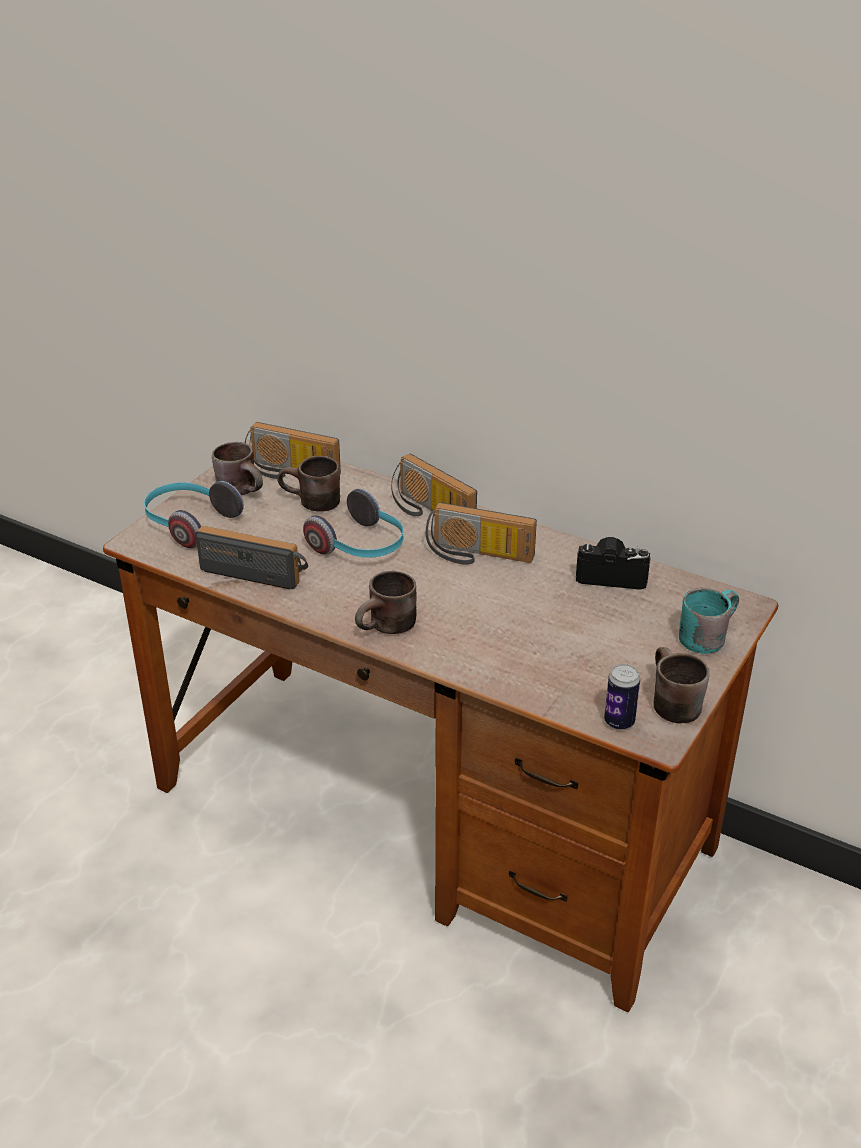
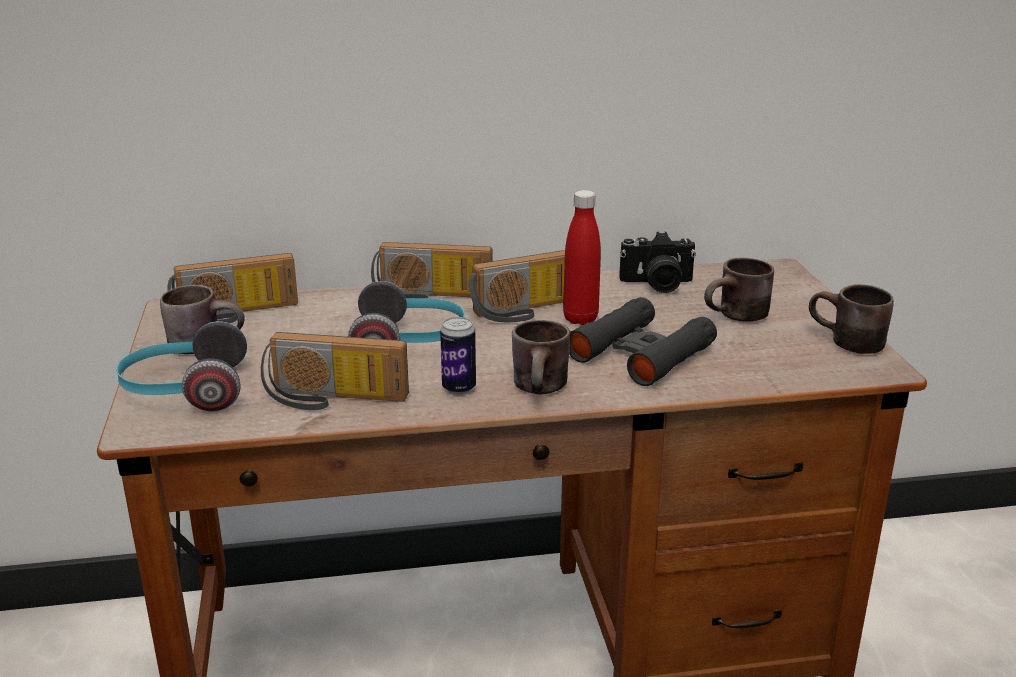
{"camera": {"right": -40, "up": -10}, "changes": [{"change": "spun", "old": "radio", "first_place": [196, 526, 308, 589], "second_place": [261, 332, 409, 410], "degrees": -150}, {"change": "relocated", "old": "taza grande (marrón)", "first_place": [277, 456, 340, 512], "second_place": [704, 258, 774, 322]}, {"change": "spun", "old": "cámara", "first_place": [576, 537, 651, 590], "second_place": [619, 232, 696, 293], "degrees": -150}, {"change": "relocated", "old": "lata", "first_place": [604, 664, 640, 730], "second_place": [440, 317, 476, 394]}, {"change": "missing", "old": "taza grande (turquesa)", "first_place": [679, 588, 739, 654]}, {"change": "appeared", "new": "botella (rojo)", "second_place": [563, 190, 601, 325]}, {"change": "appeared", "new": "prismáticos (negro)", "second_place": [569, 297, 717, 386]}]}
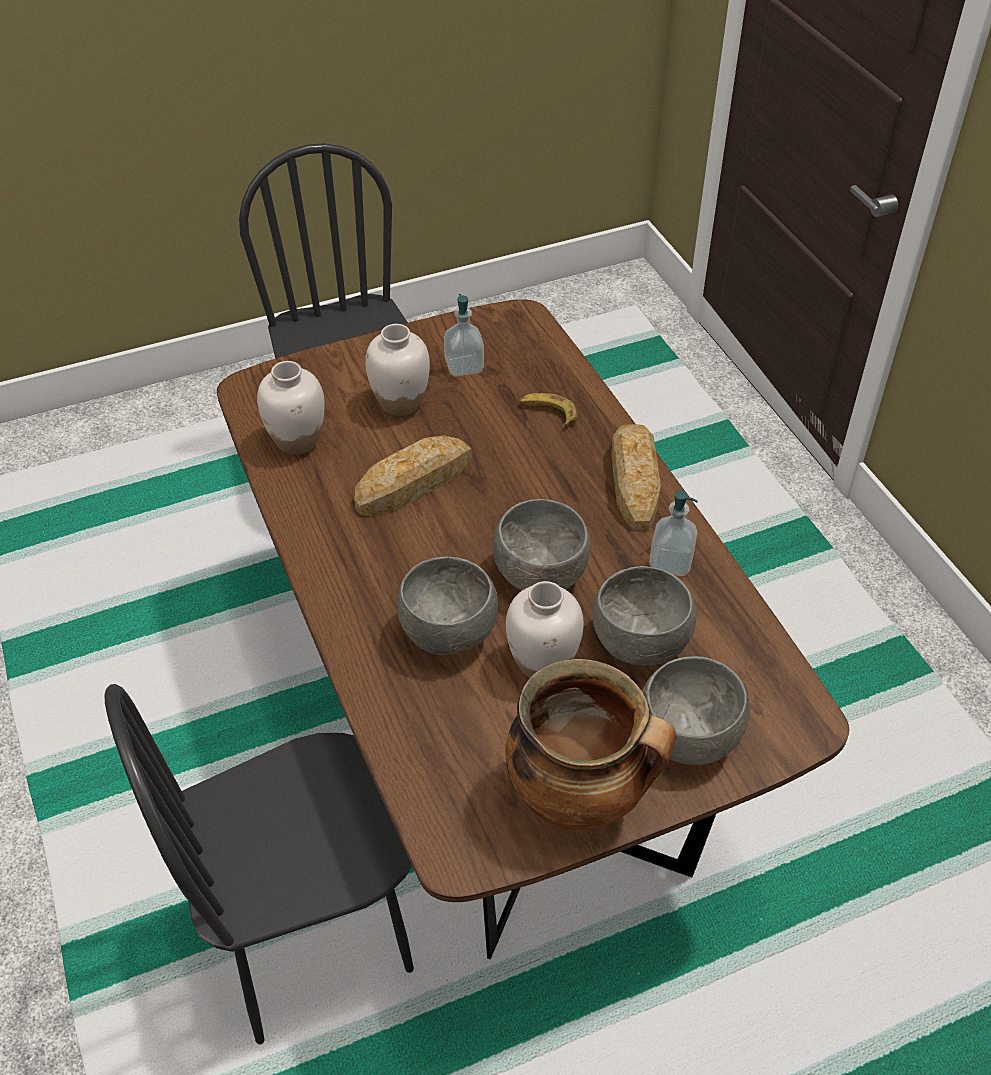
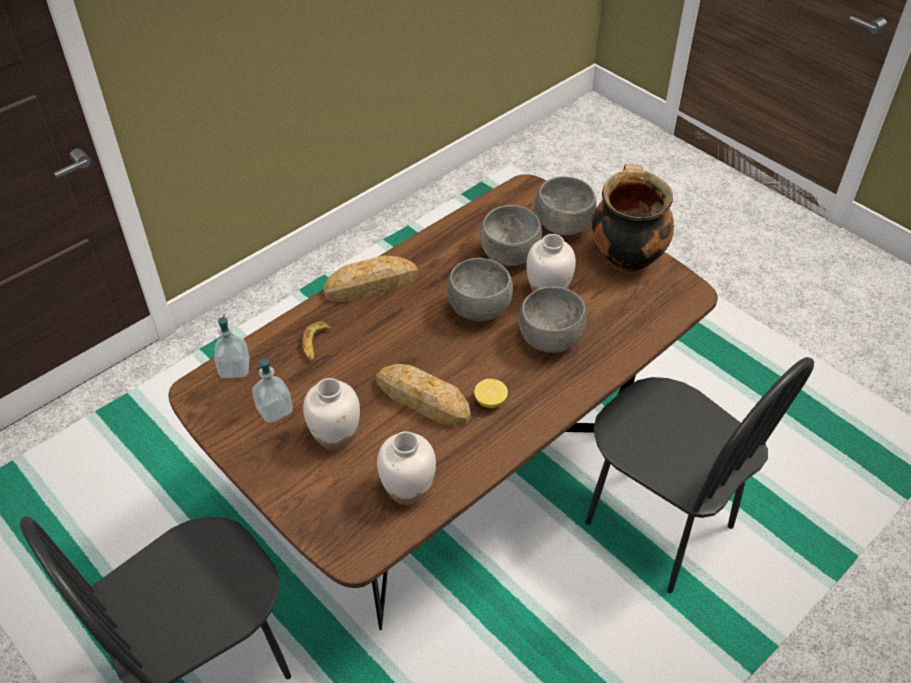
{"camera": {"right": -110, "up": 0}, "changes": [{"change": "relocated", "old": "dispensador de jabón", "first_place": [649, 490, 698, 576], "second_place": [214, 314, 250, 378]}, {"change": "appeared", "new": "limón", "second_place": [474, 379, 508, 408]}]}
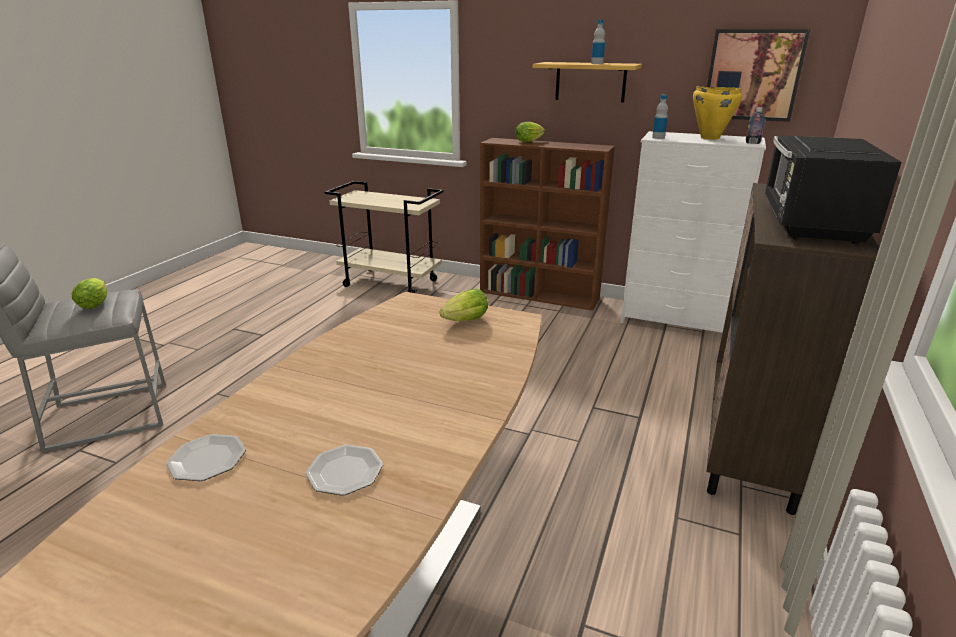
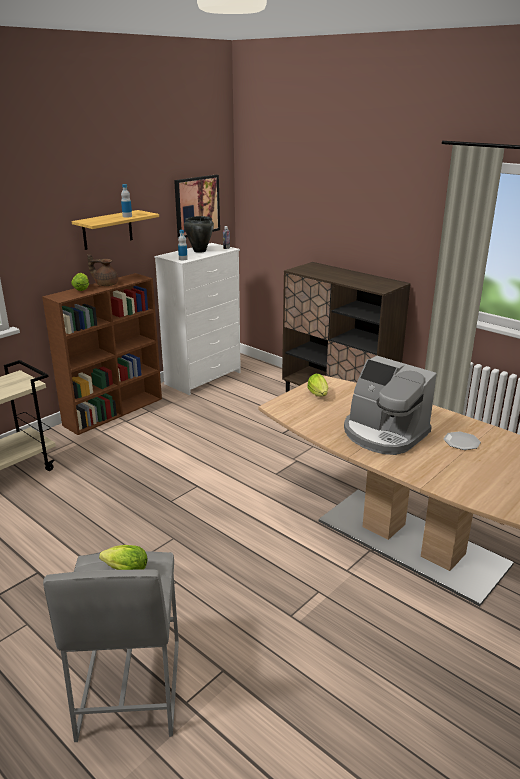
{"camera": {"right": -70, "up": 0}, "changes": [{"change": "missing", "old": "plato", "first_place": [166, 434, 246, 481]}, {"change": "colour", "old": "olla (amarillo)", "new": "olla (negro)", "first_place": [693, 86, 742, 140], "second_place": [184, 216, 214, 253]}, {"change": "missing", "old": "microondas (negro)", "first_place": [764, 135, 902, 244]}, {"change": "appeared", "new": "tetera (marrón)", "second_place": [87, 254, 118, 286]}, {"change": "appeared", "new": "cafetera", "second_place": [344, 356, 437, 455]}]}
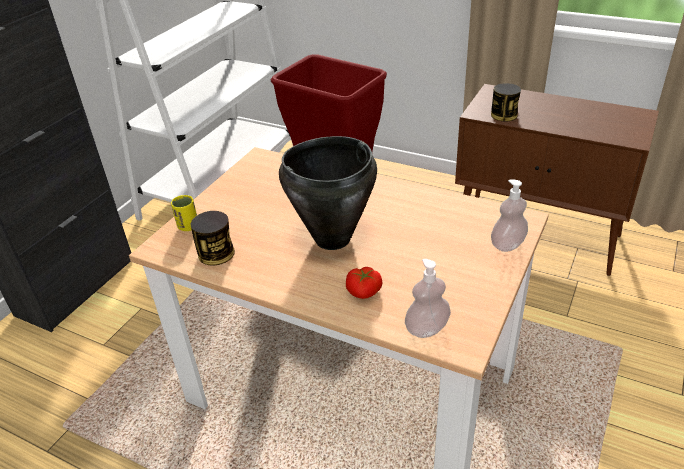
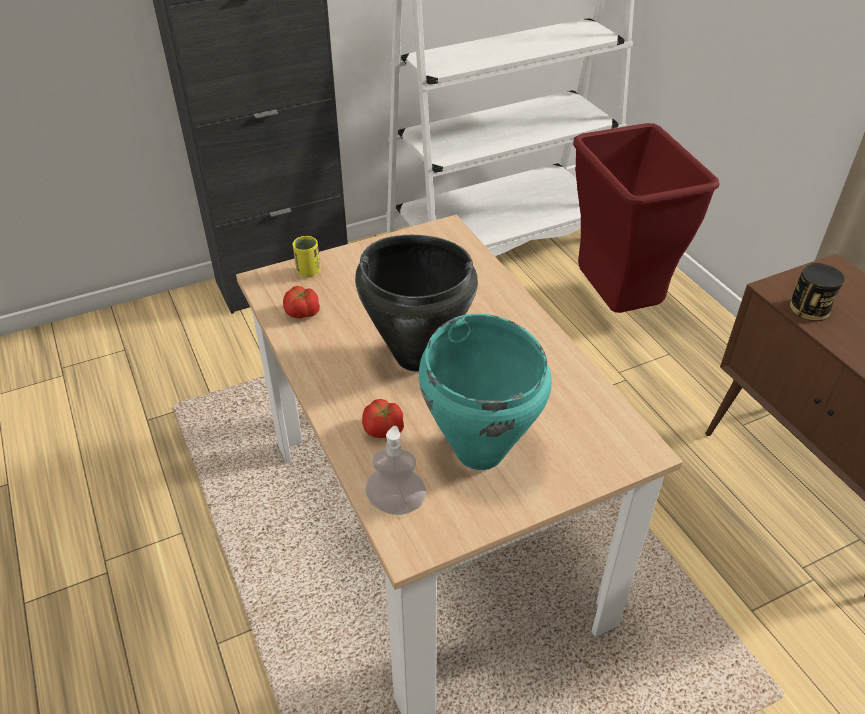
{"camera": {"right": 35, "up": 5}, "changes": [{"change": "exchanged", "old": "lata", "new": "tomate", "first_place": [191, 211, 235, 266], "second_place": [283, 286, 320, 318]}, {"change": "missing", "old": "dispensador de jabón", "first_place": [491, 179, 528, 252]}, {"change": "appeared", "new": "olla (turquesa)", "second_place": [419, 314, 552, 470]}]}
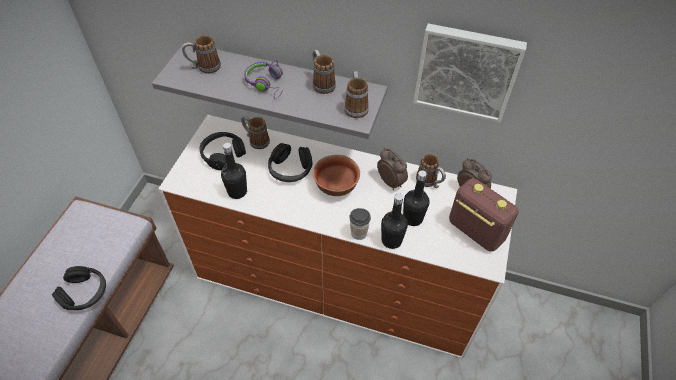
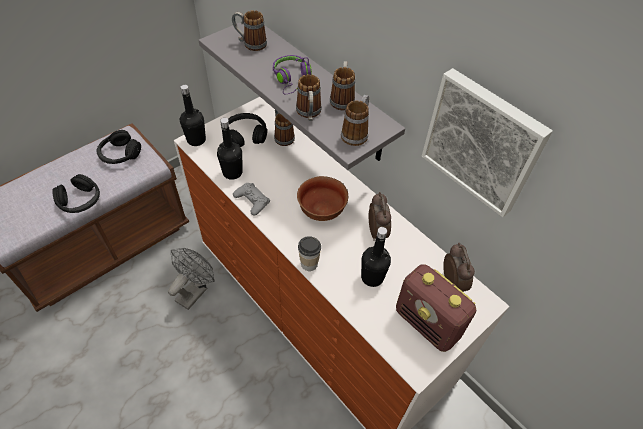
{"camera": {"right": 30, "up": 0}, "changes": [{"change": "relocated", "old": "auriculares (negro)", "first_place": [268, 143, 313, 182], "second_place": [96, 130, 141, 164]}, {"change": "relocated", "old": "botella (negro)", "first_place": [381, 193, 408, 249], "second_place": [180, 85, 206, 146]}, {"change": "relocated", "old": "taza grande", "first_place": [416, 154, 446, 188], "second_place": [296, 74, 322, 121]}, {"change": "spun", "old": "radio", "first_place": [449, 178, 519, 251], "second_place": [396, 264, 476, 352], "degrees": 150}, {"change": "appeared", "new": "ventilador (gris)", "second_place": [168, 248, 214, 310]}, {"change": "appeared", "new": "mando de consola (gris)", "second_place": [233, 183, 270, 216]}]}
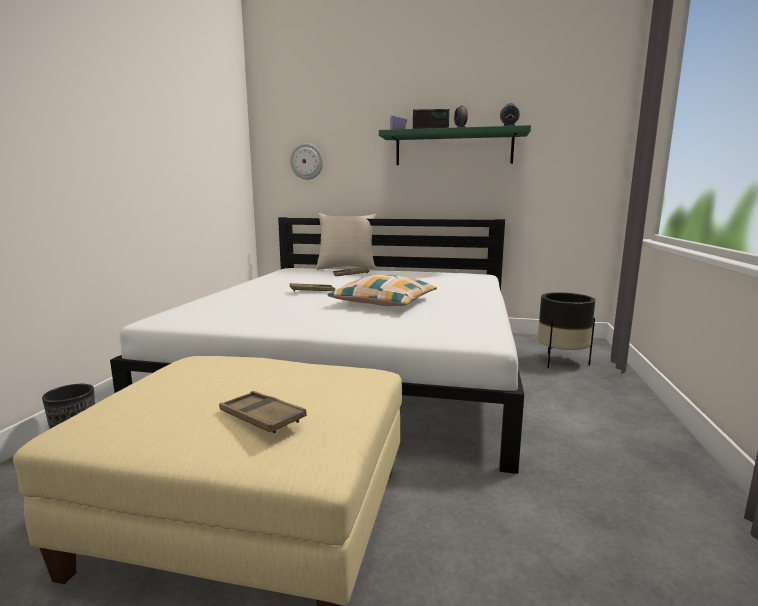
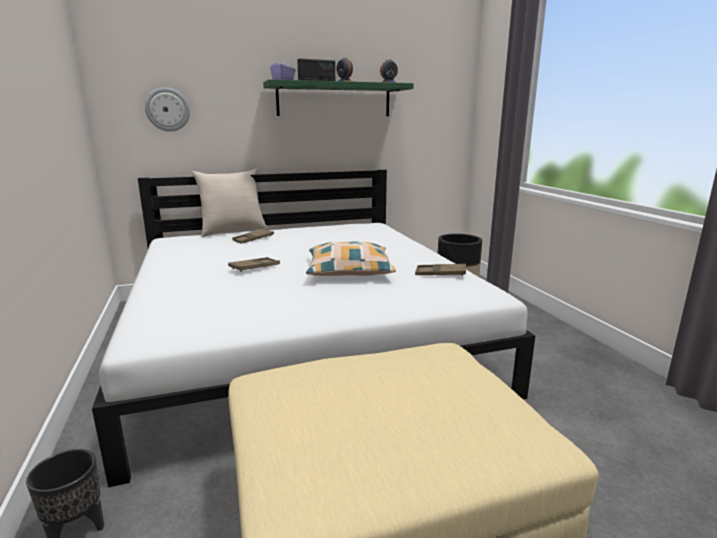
{"camera": {"right": -30, "up": 5}, "changes": [{"change": "relocated", "old": "bandeja (marrón)", "first_place": [219, 391, 307, 433], "second_place": [415, 264, 466, 276]}]}
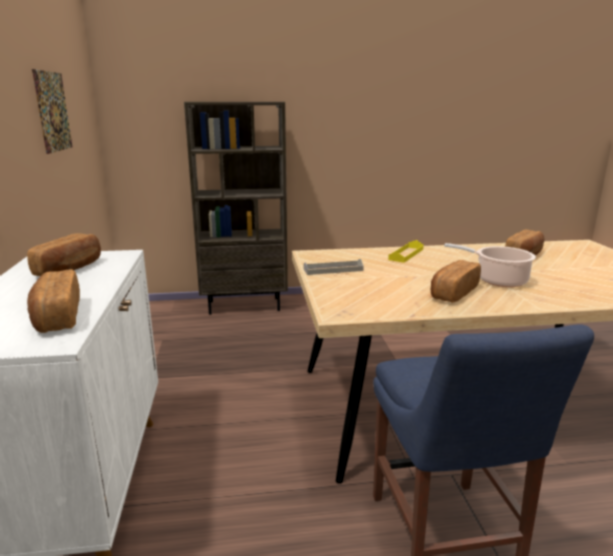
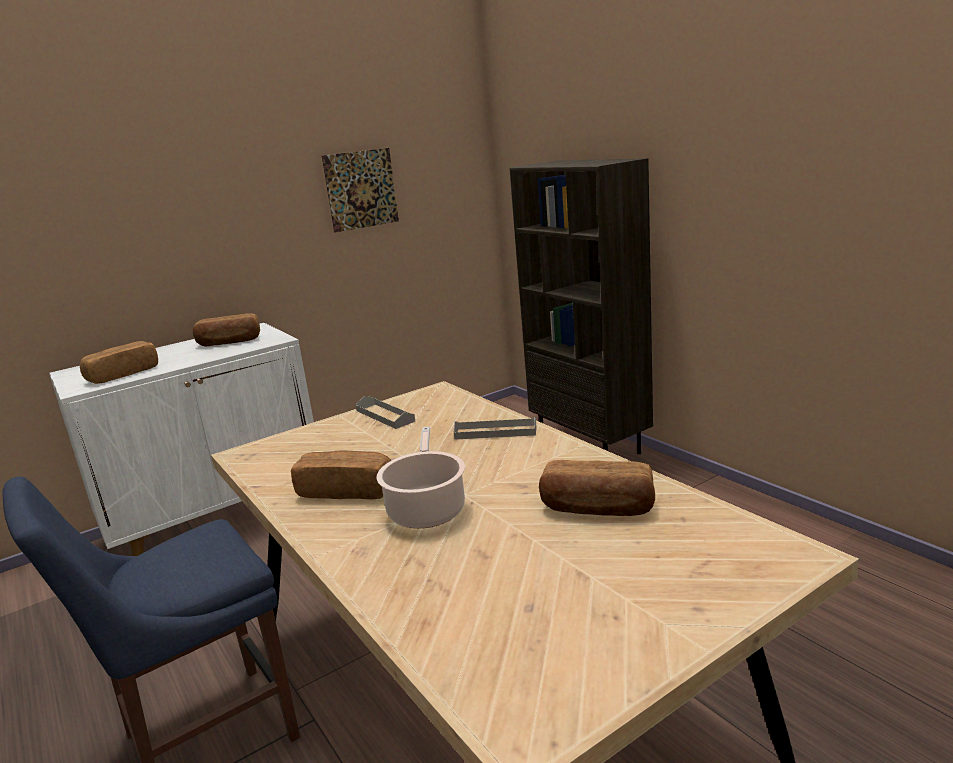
{"camera": {"right": 65, "up": 0}, "changes": [{"change": "colour", "old": "bandeja (amarillo)", "new": "bandeja (gris)", "first_place": [388, 240, 424, 263], "second_place": [454, 417, 536, 440]}]}
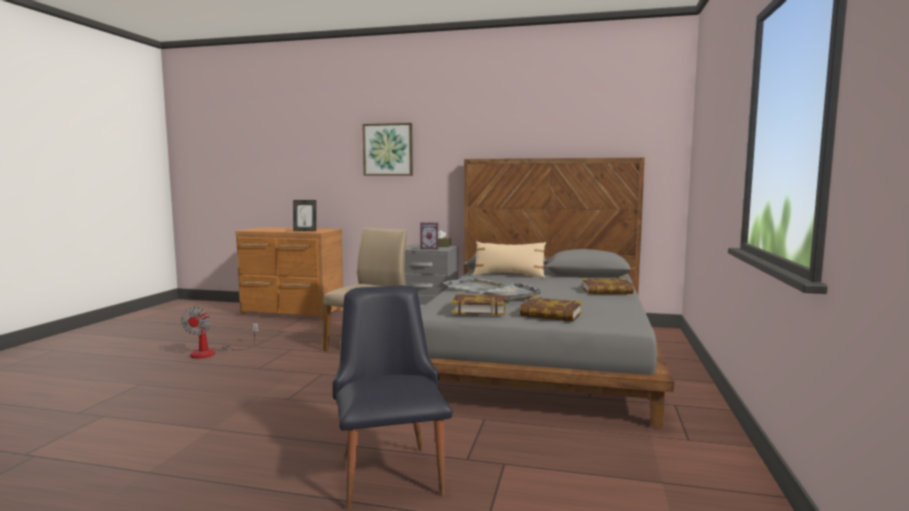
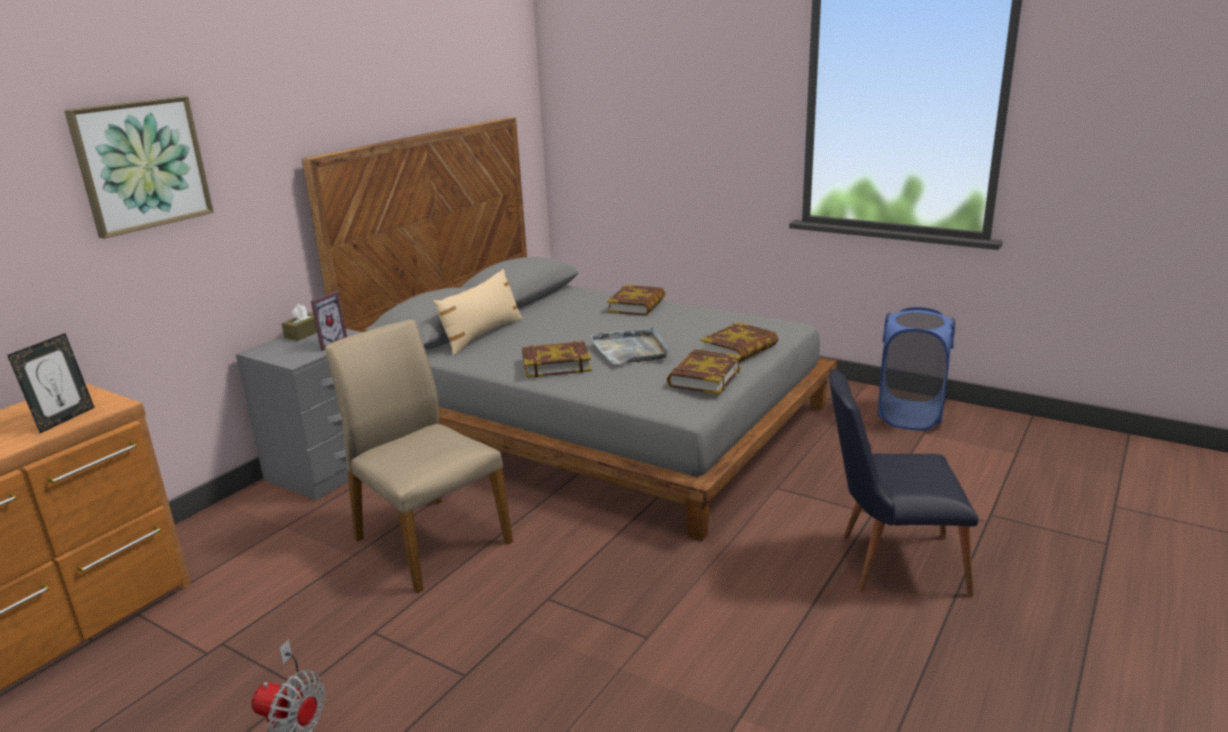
{"camera": {"right": -70, "up": 15}, "changes": [{"change": "exchanged", "old": "bandeja (gris)", "new": "libro", "first_place": [443, 276, 506, 292], "second_place": [522, 341, 592, 378]}, {"change": "appeared", "new": "cesto de la ropa (azul)", "second_place": [878, 307, 955, 430]}]}
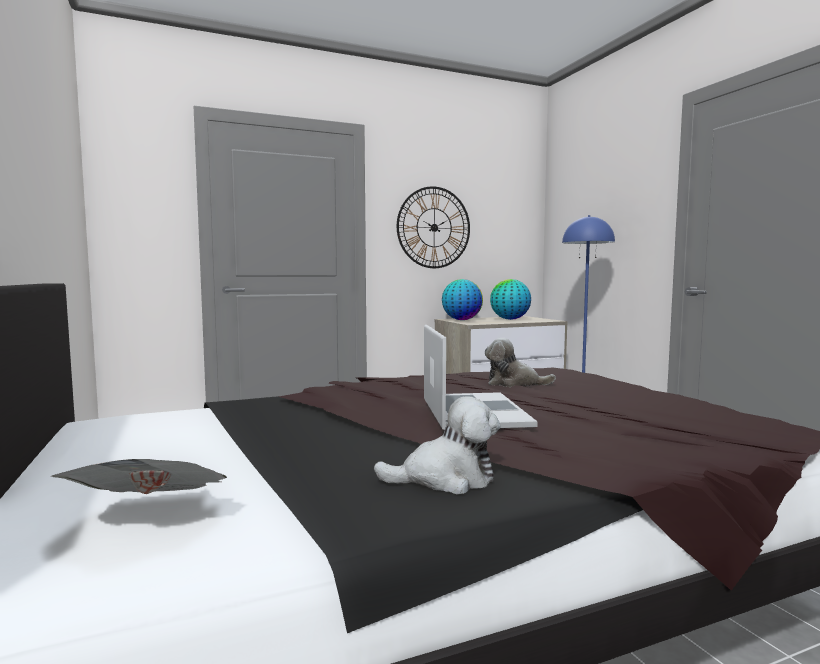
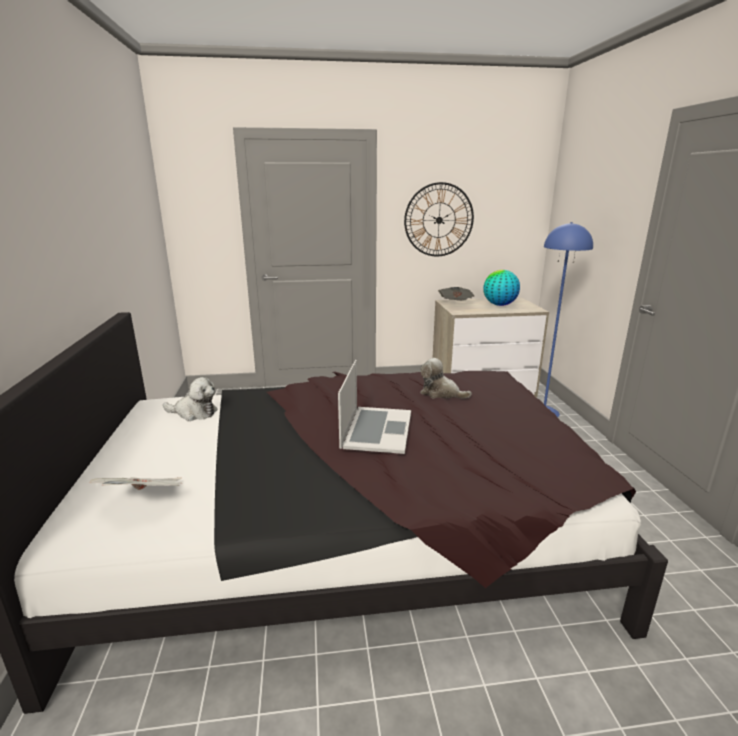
{"camera": {"right": 15, "up": 15}, "changes": [{"change": "relocated", "old": "peluche", "first_place": [374, 396, 501, 495], "second_place": [163, 377, 218, 421]}, {"change": "exchanged", "old": "globo terráqueo", "new": "periódico", "first_place": [442, 279, 483, 320], "second_place": [438, 287, 475, 301]}]}
